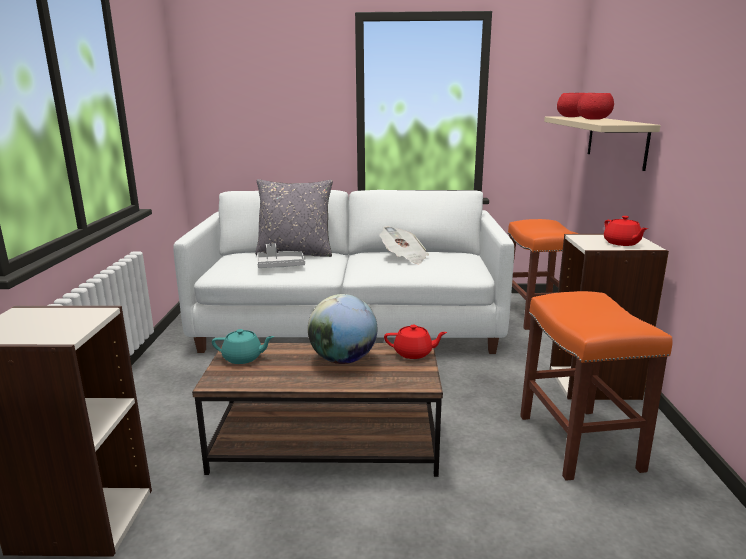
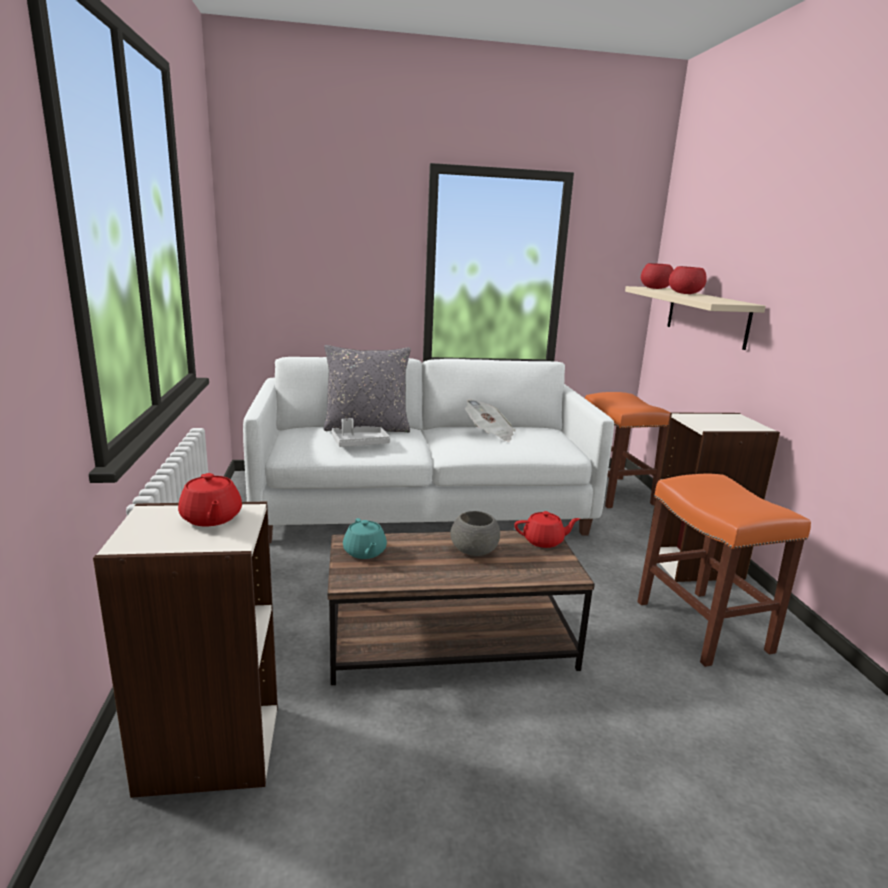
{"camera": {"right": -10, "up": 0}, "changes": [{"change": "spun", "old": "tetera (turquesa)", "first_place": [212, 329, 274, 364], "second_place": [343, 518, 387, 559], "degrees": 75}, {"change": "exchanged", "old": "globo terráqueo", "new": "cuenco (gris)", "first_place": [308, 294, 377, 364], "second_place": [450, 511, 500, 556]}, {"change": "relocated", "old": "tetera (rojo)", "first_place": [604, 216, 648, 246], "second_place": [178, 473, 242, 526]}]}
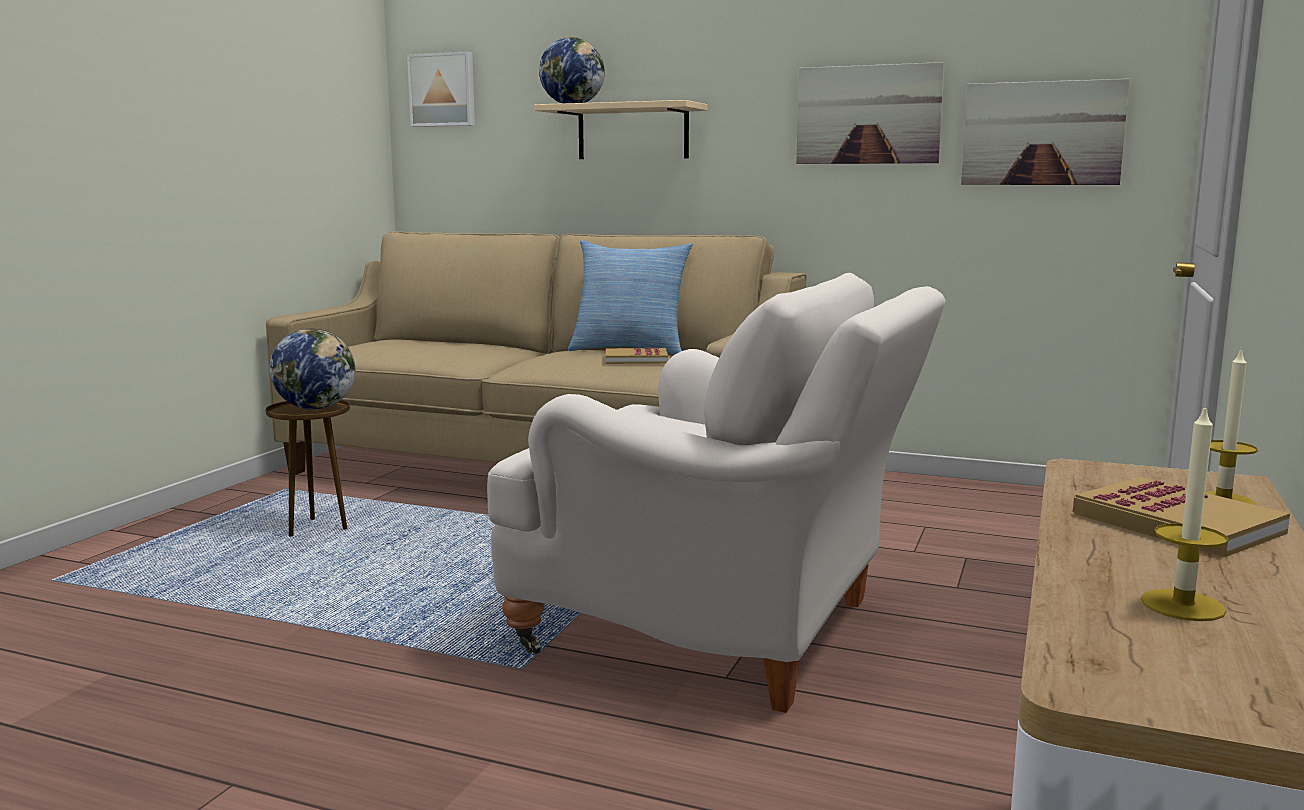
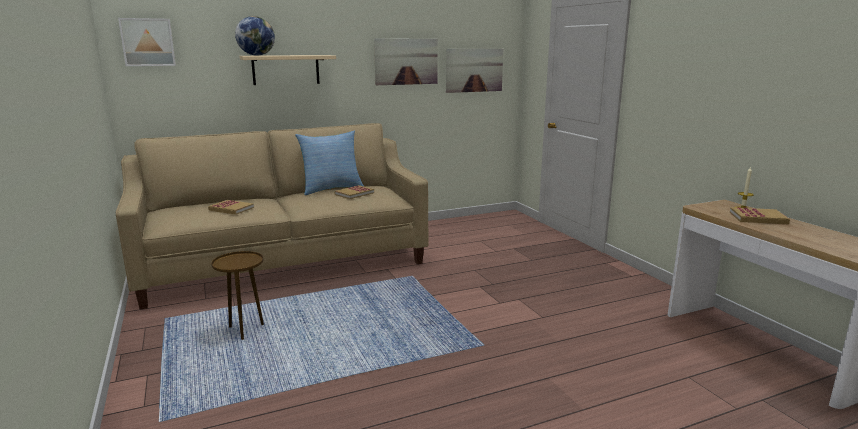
{"camera": {"right": -45, "up": 5}, "changes": [{"change": "missing", "old": "globo terráqueo", "first_place": [270, 329, 355, 410]}, {"change": "missing", "old": "sillón (blanco)", "first_place": [487, 273, 946, 713]}, {"change": "missing", "old": "vela", "first_place": [1141, 404, 1228, 621]}, {"change": "appeared", "new": "libro", "second_place": [208, 200, 254, 215]}]}
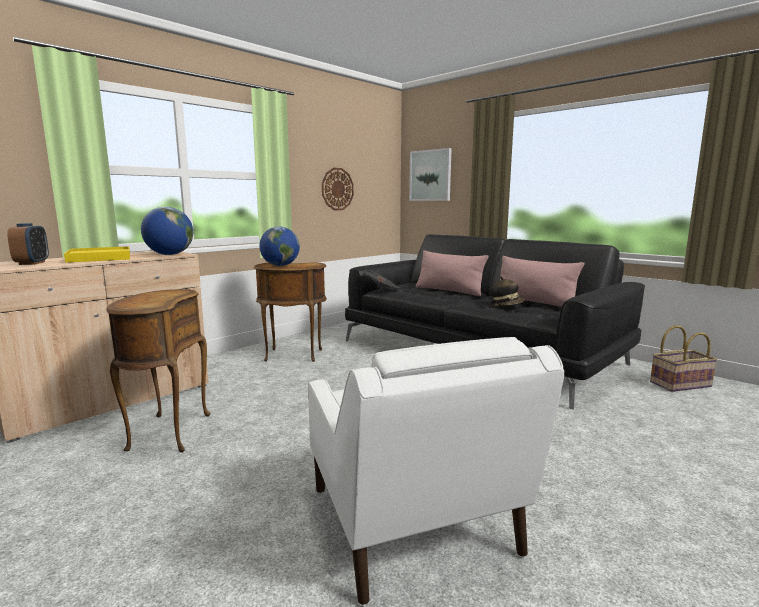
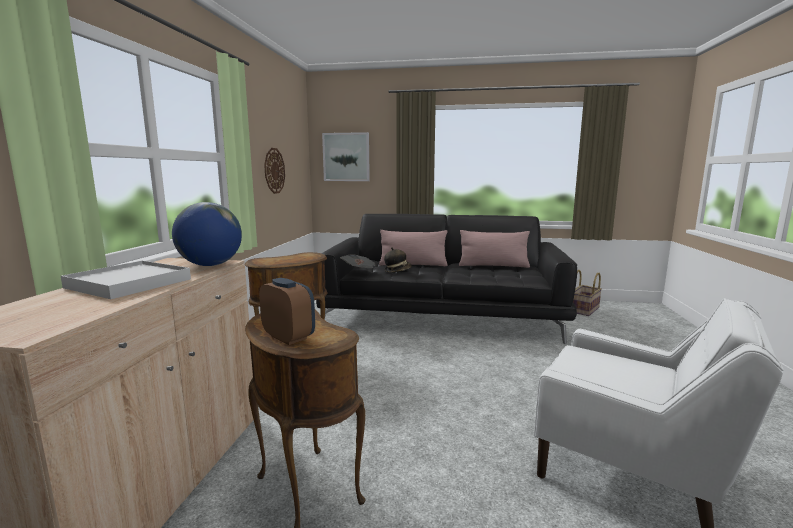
{"camera": {"right": -35, "up": 0}, "changes": [{"change": "relocated", "old": "despertador", "first_place": [7, 223, 49, 265], "second_place": [259, 278, 315, 345]}, {"change": "colour", "old": "bandeja (amarillo)", "new": "bandeja (blanco)", "first_place": [64, 246, 130, 263], "second_place": [61, 261, 191, 299]}, {"change": "missing", "old": "globo terráqueo", "first_place": [259, 227, 300, 266]}, {"change": "relocated", "old": "sombrero", "first_place": [491, 276, 525, 306], "second_place": [384, 247, 412, 272]}]}
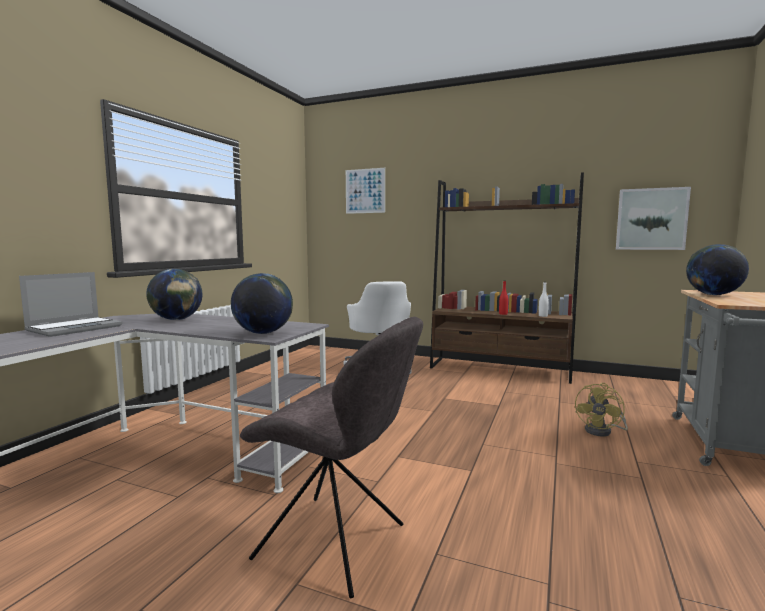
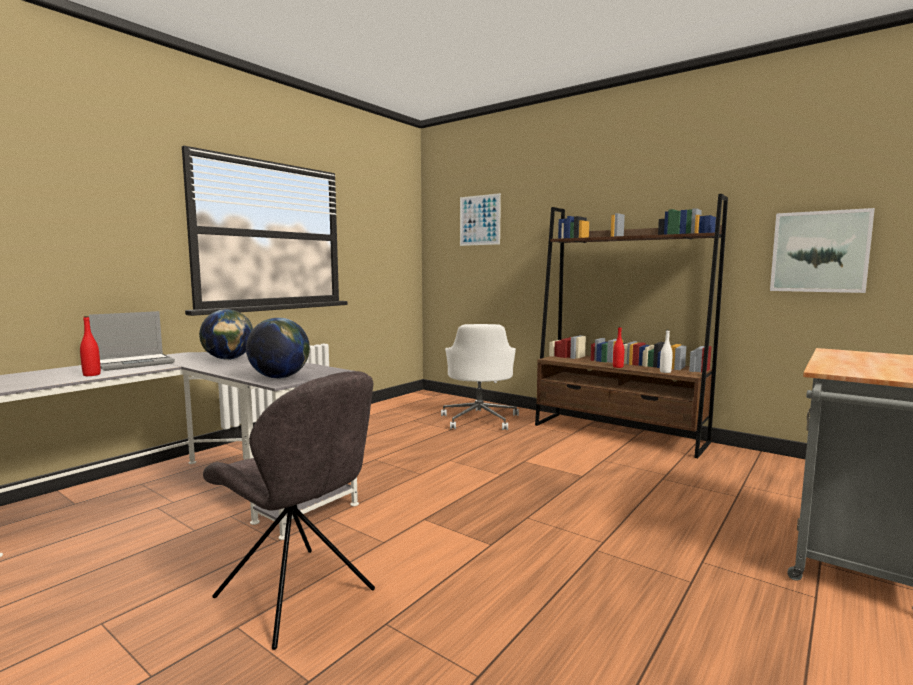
{"camera": {"right": 15, "up": 0}, "changes": [{"change": "missing", "old": "ventilador (amarillo)", "first_place": [575, 383, 628, 437]}, {"change": "missing", "old": "globo terráqueo", "first_place": [686, 244, 749, 295]}, {"change": "appeared", "new": "botella (rojo)", "second_place": [80, 316, 101, 376]}]}
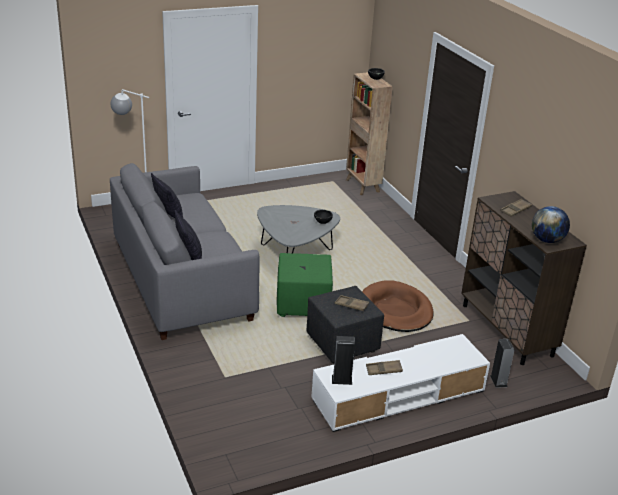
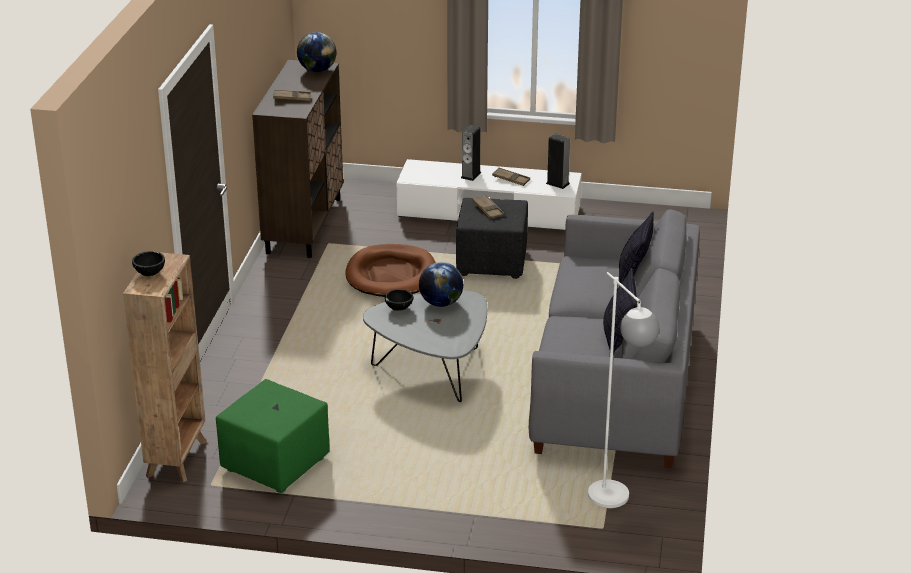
{"camera": {"right": -145, "up": 0}, "changes": [{"change": "relocated", "old": "puf (verde)", "first_place": [277, 253, 333, 317], "second_place": [216, 379, 330, 493]}, {"change": "relocated", "old": "altavoz", "first_place": [490, 339, 514, 388], "second_place": [461, 125, 481, 181]}, {"change": "appeared", "new": "globo terráqueo", "second_place": [419, 262, 464, 307]}]}
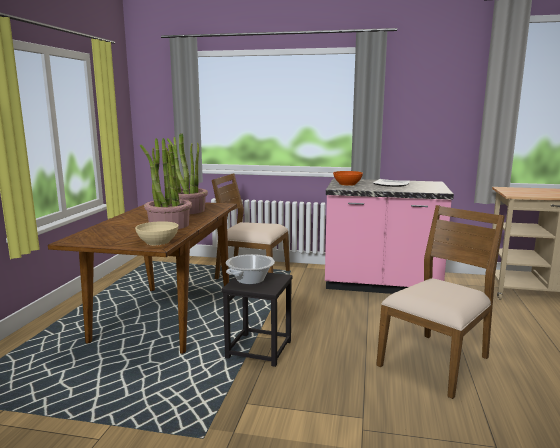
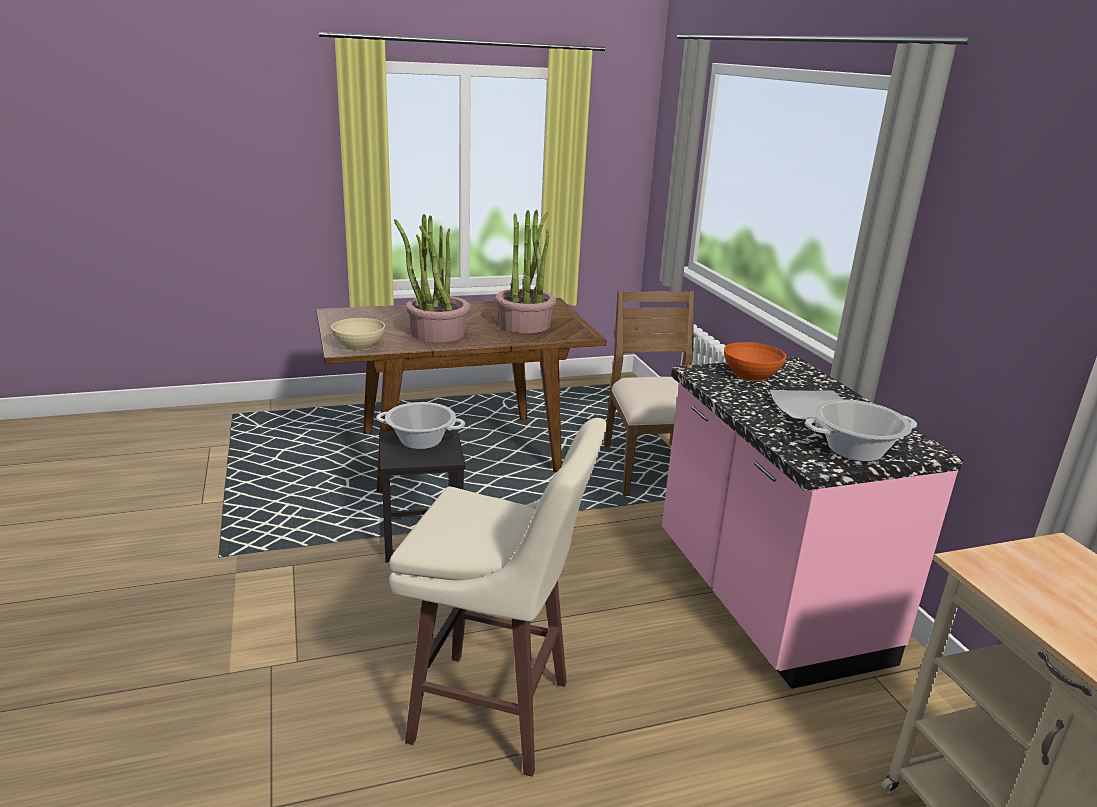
{"camera": {"right": 60, "up": 10}, "changes": [{"change": "exchanged", "old": "silla (marrón)", "new": "taburete (beis)", "first_place": [376, 205, 505, 399], "second_place": [389, 418, 607, 777]}, {"change": "appeared", "new": "olla", "second_place": [805, 399, 917, 461]}]}
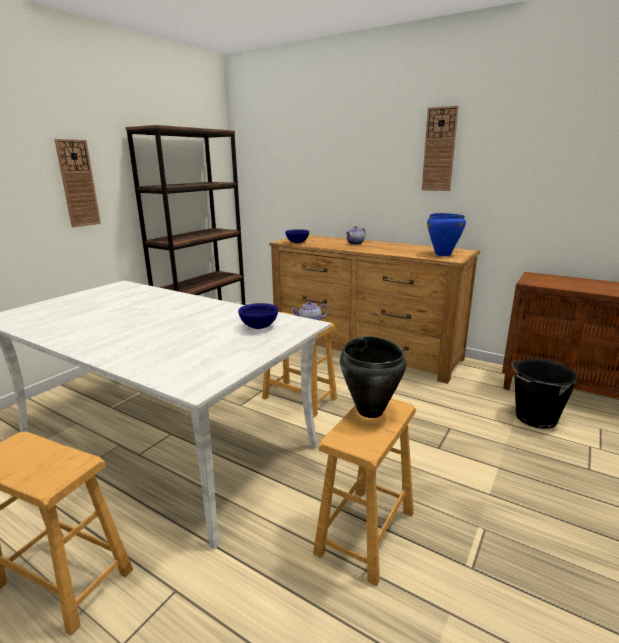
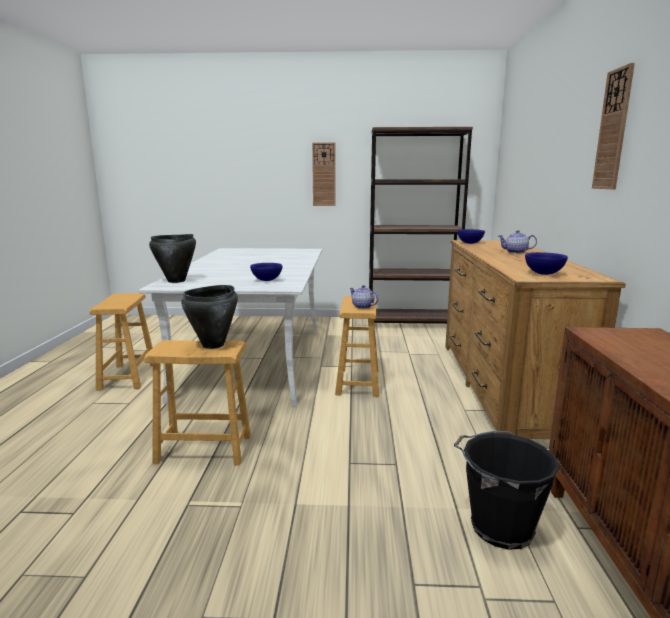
{"camera": {"right": 60, "up": -5}, "changes": [{"change": "exchanged", "old": "olla (azul)", "new": "cuenco (azul)", "first_place": [427, 213, 466, 256], "second_place": [525, 252, 568, 275]}, {"change": "appeared", "new": "olla (negro)", "second_place": [149, 234, 196, 283]}]}
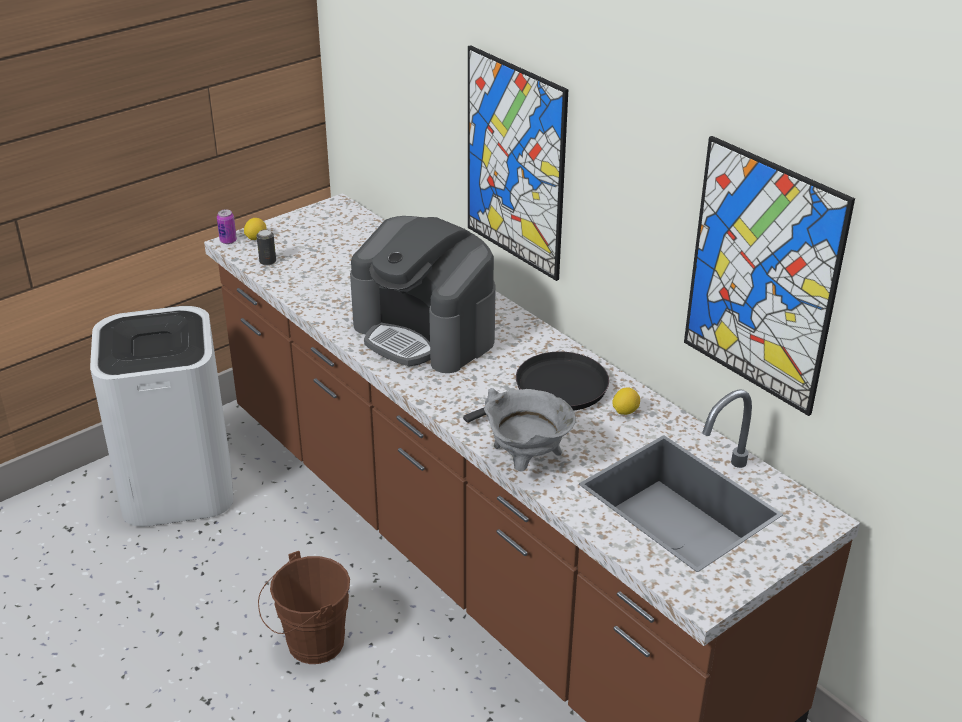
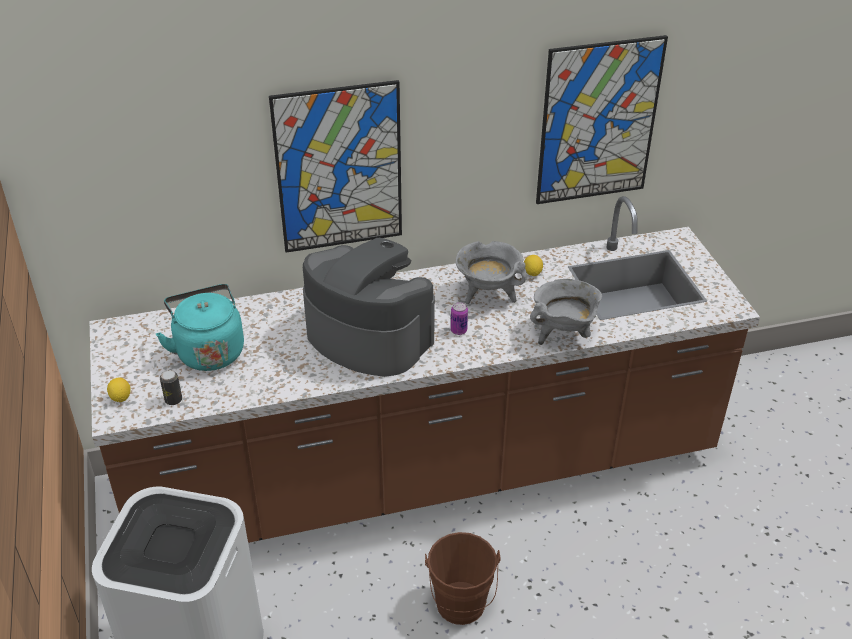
{"camera": {"right": -65, "up": 5}, "changes": [{"change": "relocated", "old": "lata", "first_place": [217, 210, 237, 244], "second_place": [451, 302, 468, 335]}, {"change": "spun", "old": "cafetera", "first_place": [350, 216, 496, 373], "second_place": [303, 238, 435, 377], "degrees": -120}, {"change": "exchanged", "old": "sartén (negro)", "new": "olla (gris)", "first_place": [463, 352, 609, 423], "second_place": [456, 241, 527, 304]}, {"change": "appeared", "new": "hervidor (turquesa)", "second_place": [156, 284, 244, 371]}]}
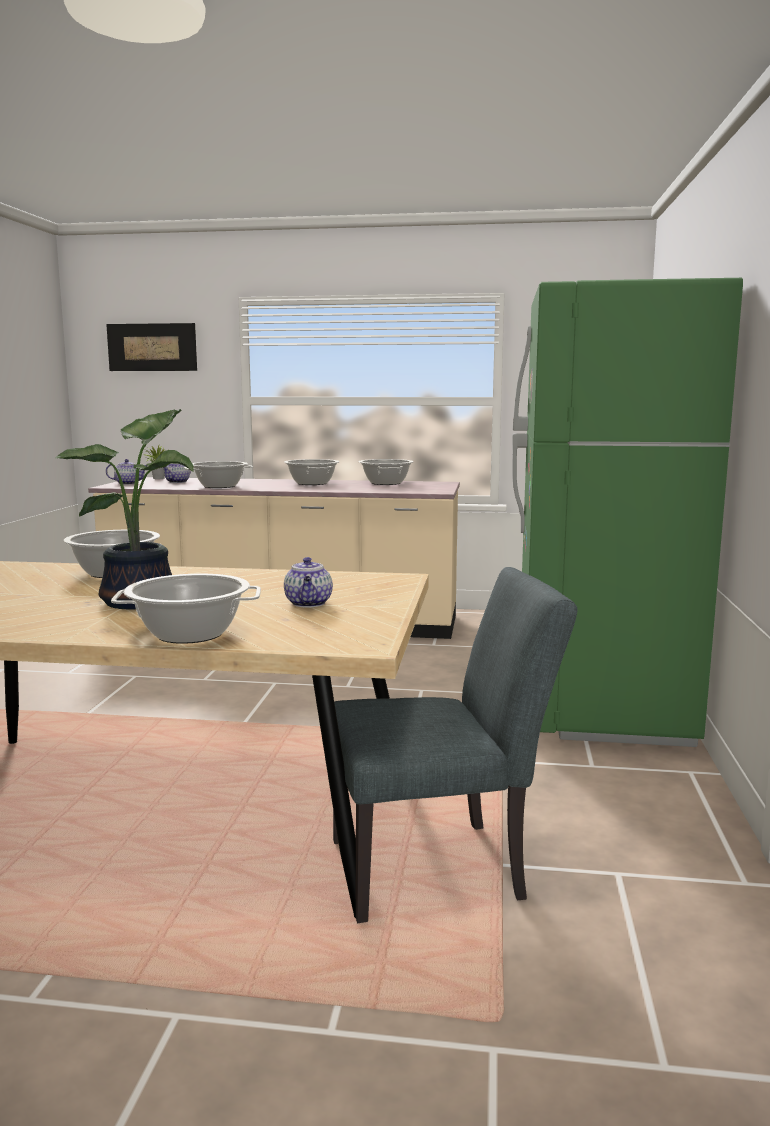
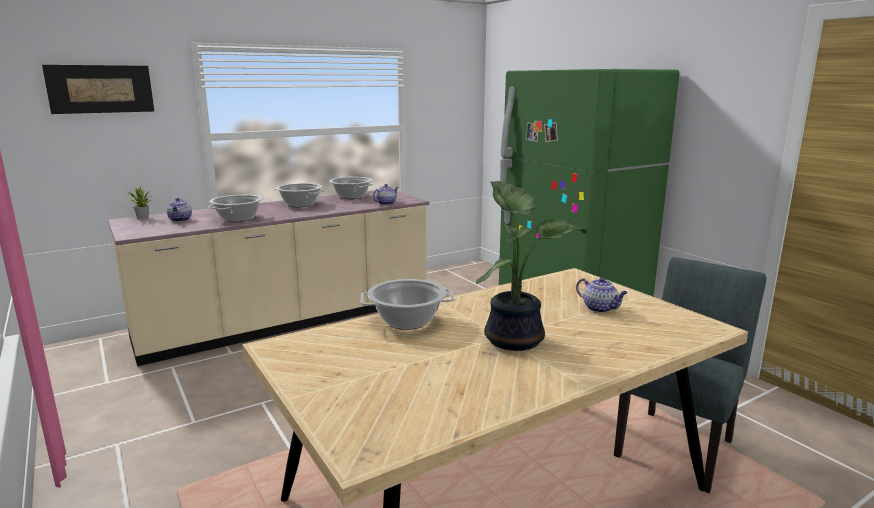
{"camera": {"right": -40, "up": 5}, "changes": [{"change": "relocated", "old": "tetera", "first_place": [106, 459, 146, 485], "second_place": [373, 184, 399, 205]}, {"change": "missing", "old": "olla", "first_place": [111, 574, 261, 644]}]}
